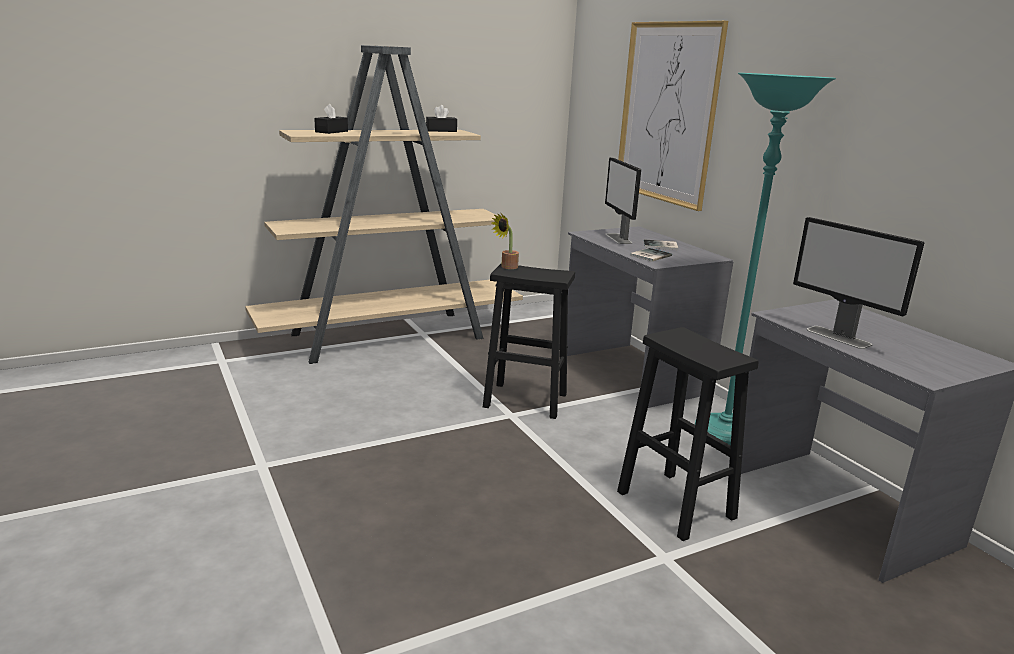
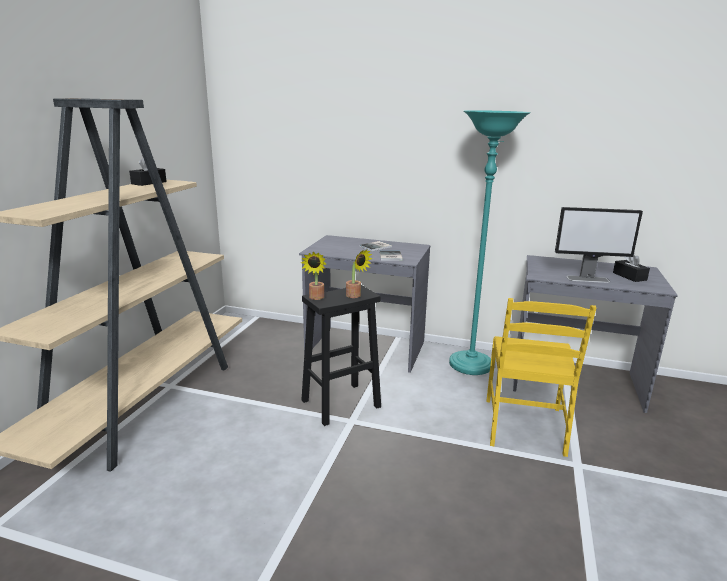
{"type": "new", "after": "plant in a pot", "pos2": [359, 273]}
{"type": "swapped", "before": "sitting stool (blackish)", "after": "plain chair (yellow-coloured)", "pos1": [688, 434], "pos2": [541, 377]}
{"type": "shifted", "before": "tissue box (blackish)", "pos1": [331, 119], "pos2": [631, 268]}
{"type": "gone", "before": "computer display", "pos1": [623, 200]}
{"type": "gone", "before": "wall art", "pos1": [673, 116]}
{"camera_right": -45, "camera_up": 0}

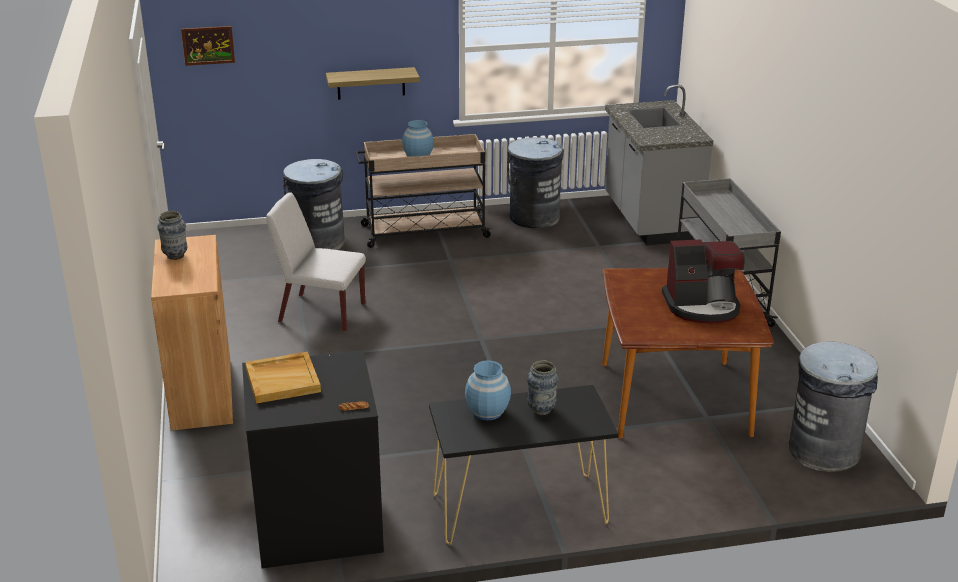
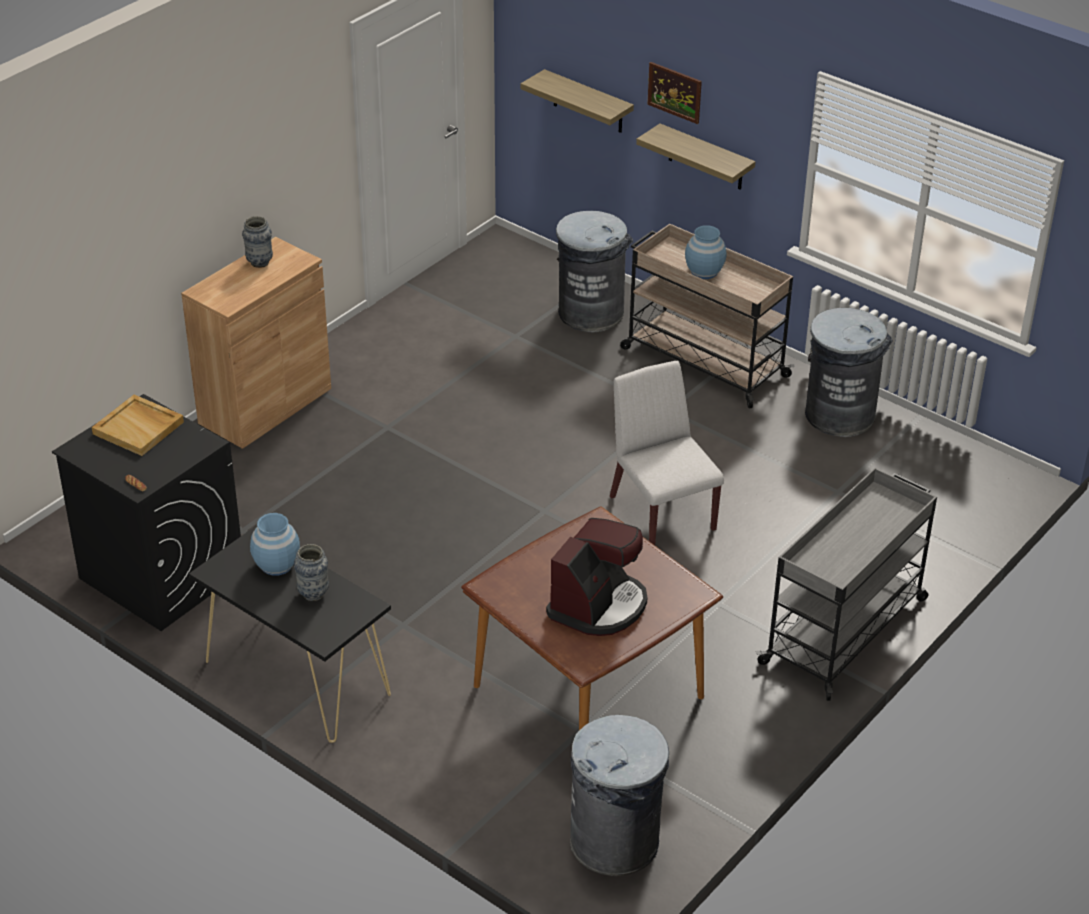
{"type": "new", "after": "bracket shelf", "pos2": [577, 101]}
{"type": "rotated", "before": "coffee maker", "pos1": [703, 282], "pos2": [596, 577], "turn": -105}
{"type": "shifted", "before": "plain chair (whitish)", "pos1": [316, 262], "pos2": [667, 453]}
{"type": "shifted", "before": "wall art", "pos1": [208, 46], "pos2": [674, 93]}
{"type": "gone", "before": "counter (gray)", "pos1": [659, 165]}
{"camera_right": 50, "camera_up": 10}

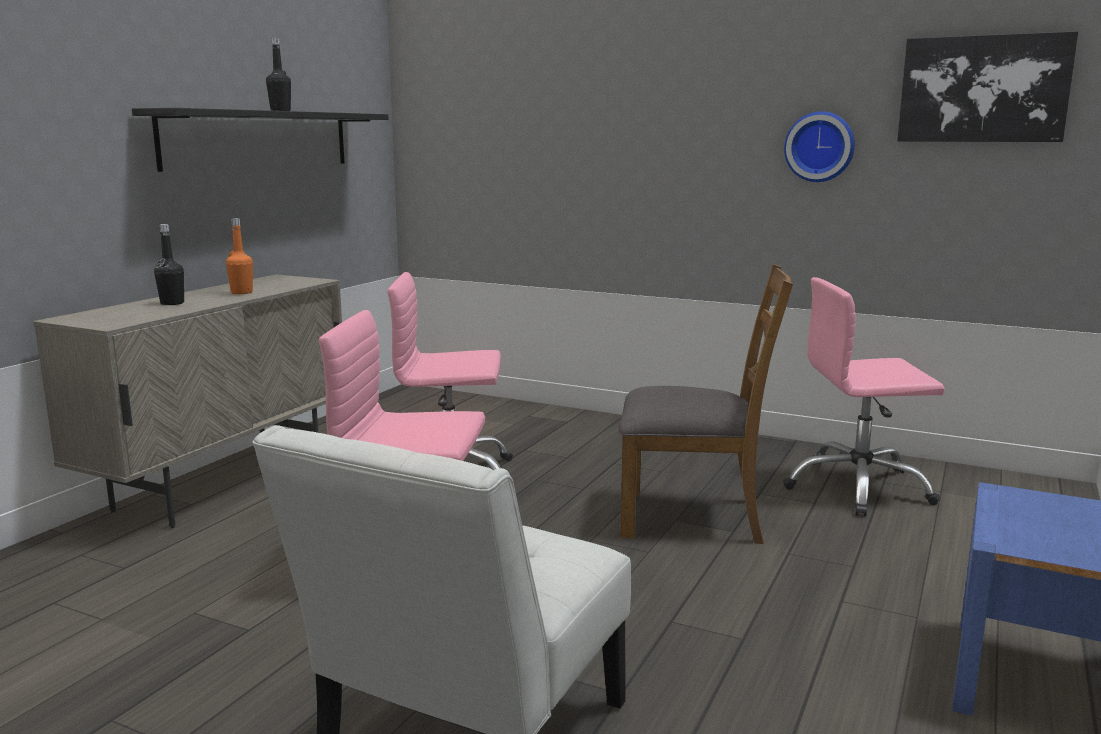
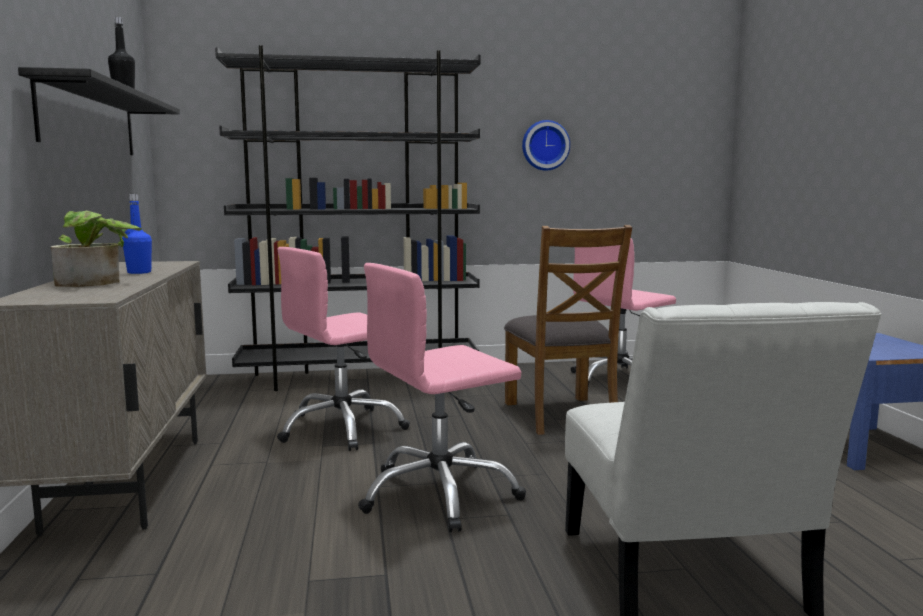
{"type": "swapped", "before": "bottle (blackish)", "after": "plant in a pot", "pos1": [169, 264], "pos2": [96, 249]}
{"type": "repainted", "before": "bottle (orange-coloured)", "after": "bottle (bluish)", "pos1": [239, 256], "pos2": [137, 234]}
{"type": "new", "after": "bookshelf (blackish)", "pos2": [347, 218]}
{"type": "rotated", "before": "plain chair (brown-coloured)", "pos1": [705, 404], "pos2": [568, 330], "turn": 105}
{"type": "gone", "before": "wall art", "pos1": [987, 86]}
{"camera_right": -35, "camera_up": -5}

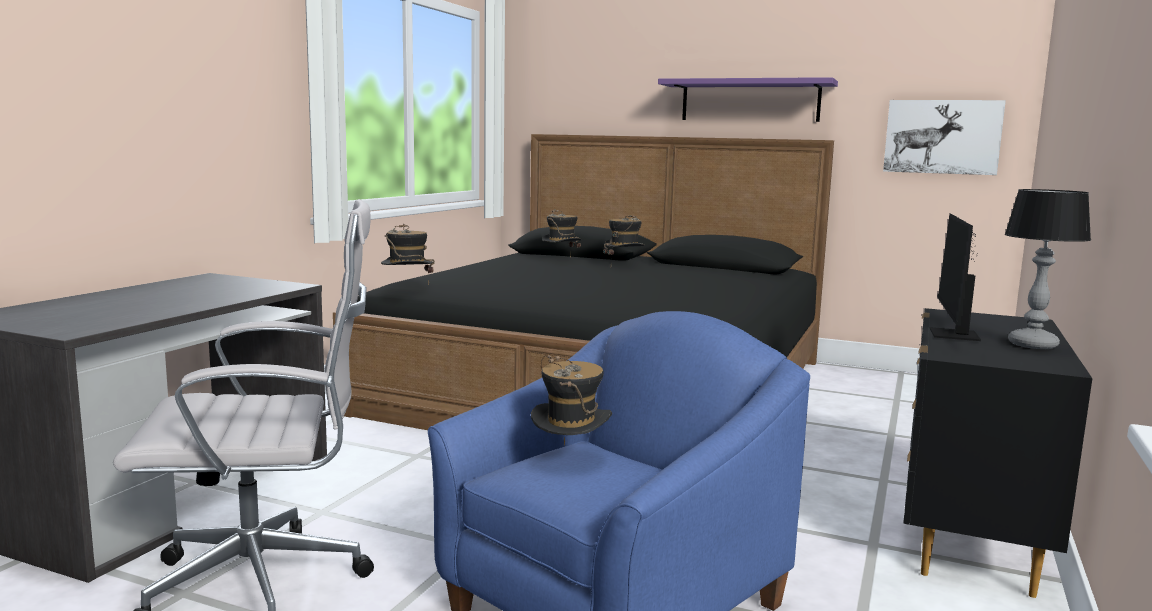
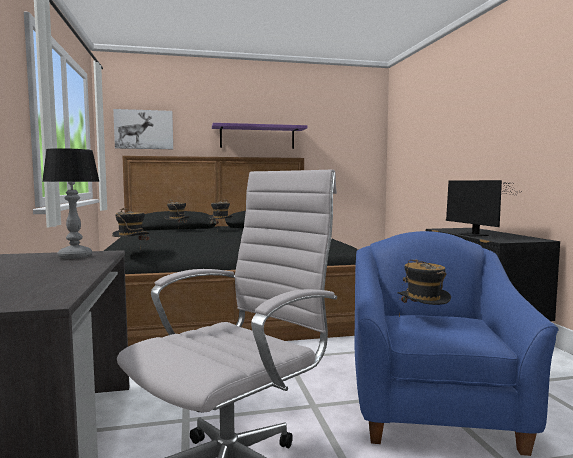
{"type": "shifted", "before": "tabletop lamp", "pos1": [1048, 269], "pos2": [71, 203]}
{"type": "shifted", "before": "wall art", "pos1": [944, 137], "pos2": [143, 129]}
{"camera_right": -35, "camera_up": -5}

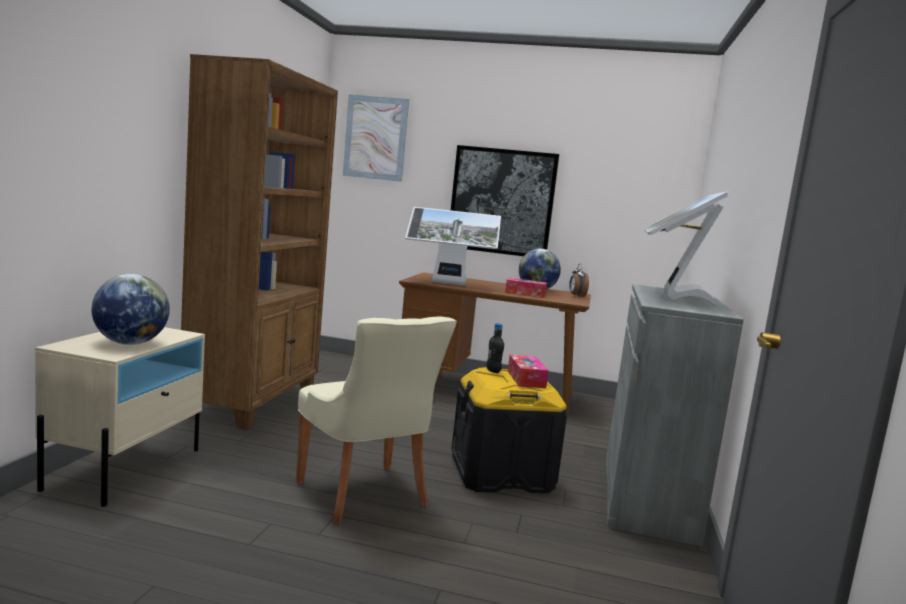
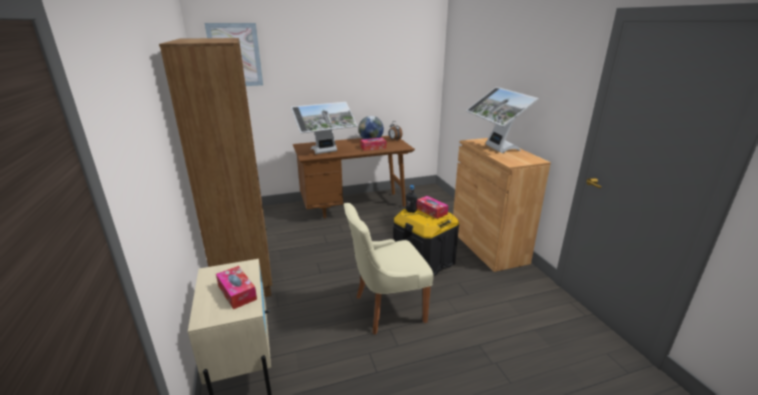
{"type": "swapped", "before": "desk globe", "after": "tissue box", "pos1": [131, 309], "pos2": [236, 287]}
{"type": "rotated", "before": "plain chair (beige-coloured)", "pos1": [376, 420], "pos2": [388, 269], "turn": 135}
{"type": "repainted", "before": "storage cabinet (gray)", "after": "storage cabinet (brown-coloured)", "pos1": [675, 415], "pos2": [502, 205]}
{"type": "gone", "before": "wall art", "pos1": [505, 200]}
{"camera_right": -30, "camera_up": 15}

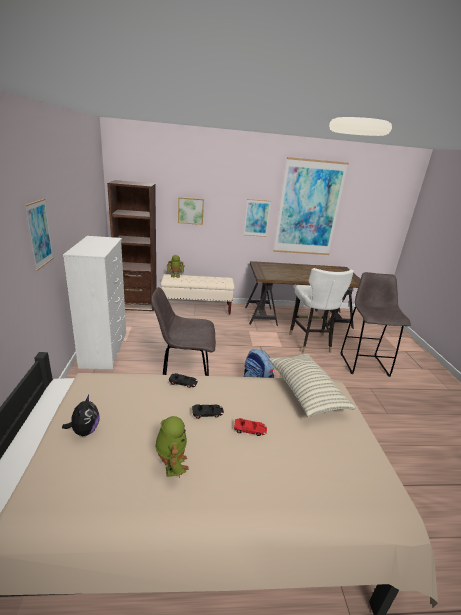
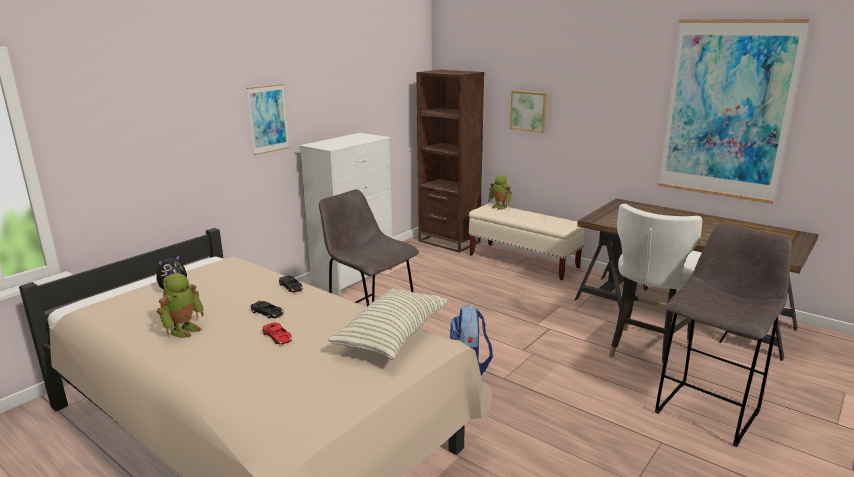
{"type": "gone", "before": "wall art", "pos1": [257, 218]}
{"camera_right": 45, "camera_up": -5}

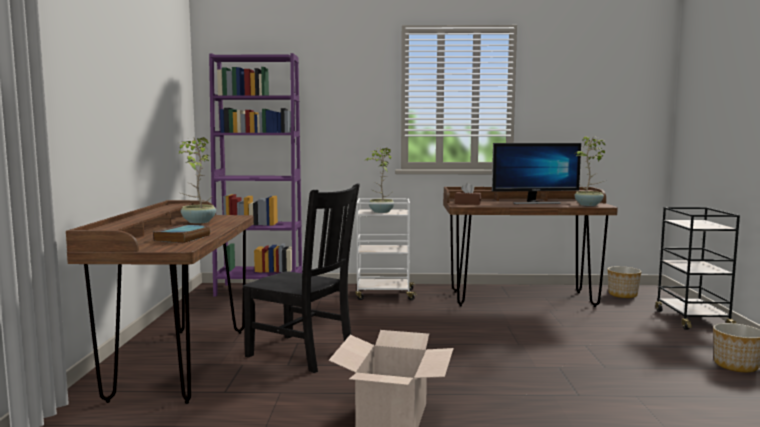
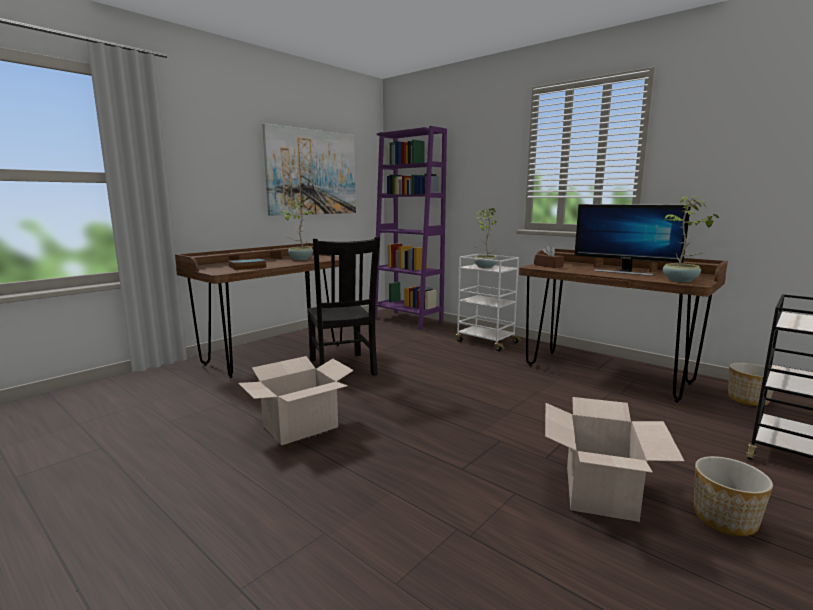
{"type": "new", "after": "wall art", "pos2": [309, 169]}
{"type": "new", "after": "carton", "pos2": [615, 459]}
{"camera_right": 40, "camera_up": 5}

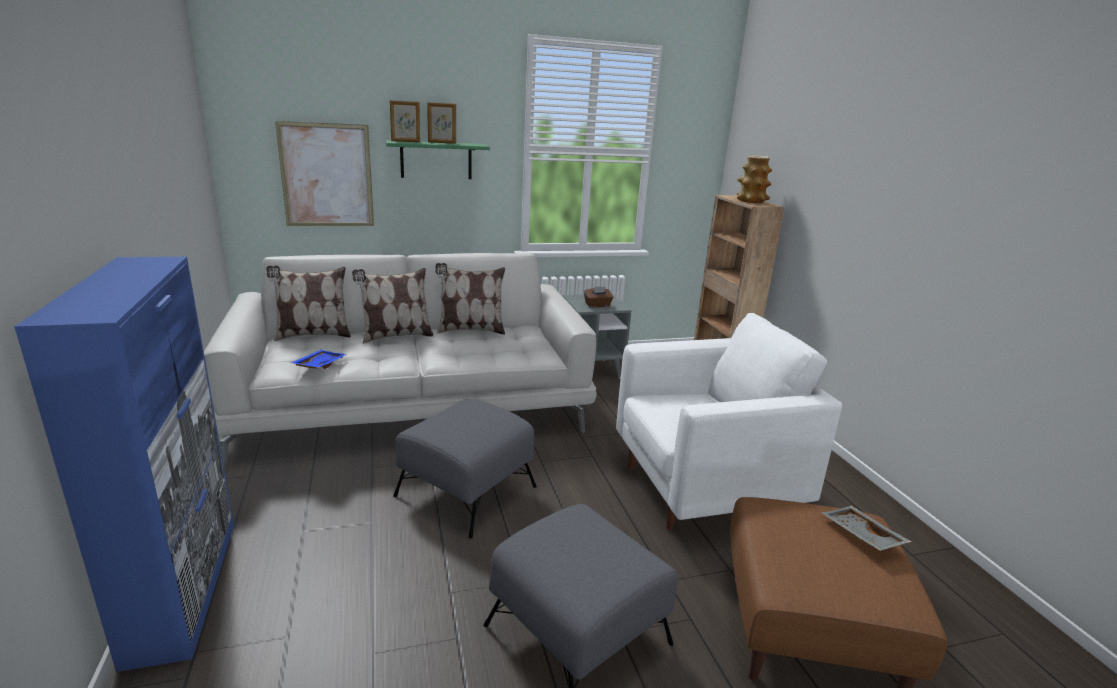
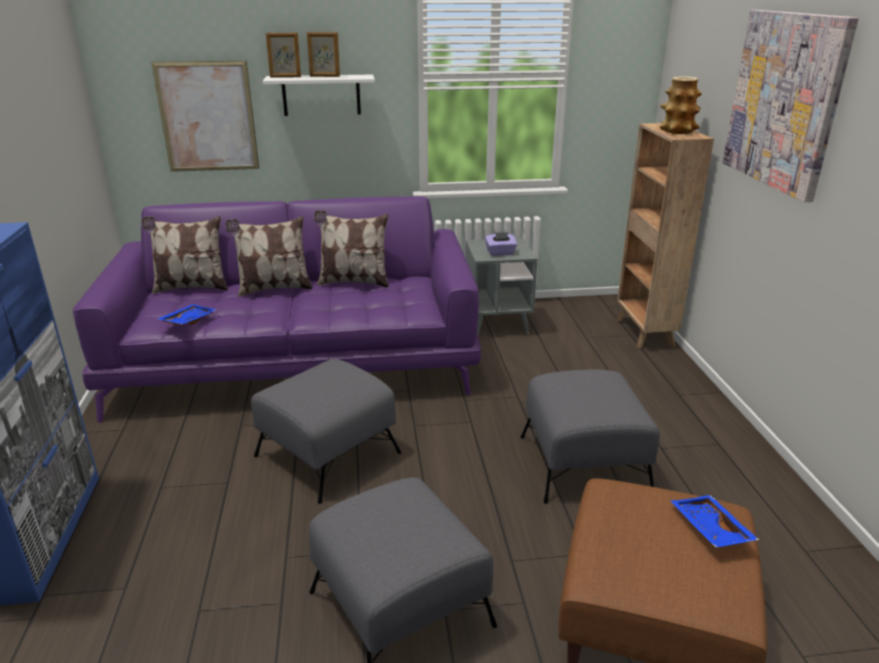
{"type": "repainted", "before": "couch (whitish)", "after": "couch (purplish)", "pos1": [400, 361], "pos2": [277, 310]}
{"type": "repainted", "before": "bracket shelf (green-coloured)", "after": "bracket shelf (whitish)", "pos1": [438, 159], "pos2": [319, 95]}
{"type": "repainted", "before": "tissue box (brown-coloured)", "after": "tissue box (purplish)", "pos1": [598, 297], "pos2": [501, 244]}
{"type": "swapped", "before": "armchair (whitish)", "after": "footrest (gray)", "pos1": [729, 421], "pos2": [590, 437]}
{"type": "repainted", "before": "serving tray (gray)", "after": "serving tray (bluish)", "pos1": [866, 528], "pos2": [715, 521]}
{"type": "new", "after": "wall art", "pos2": [791, 106]}
{"camera_right": 10, "camera_up": 5}

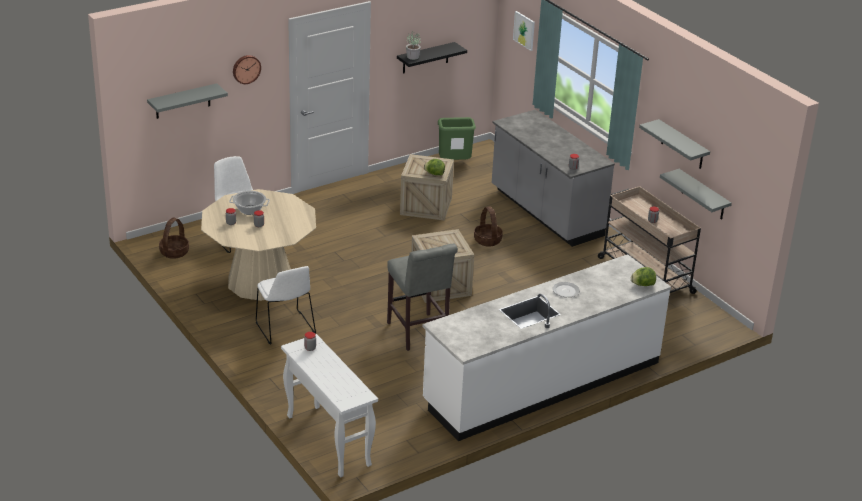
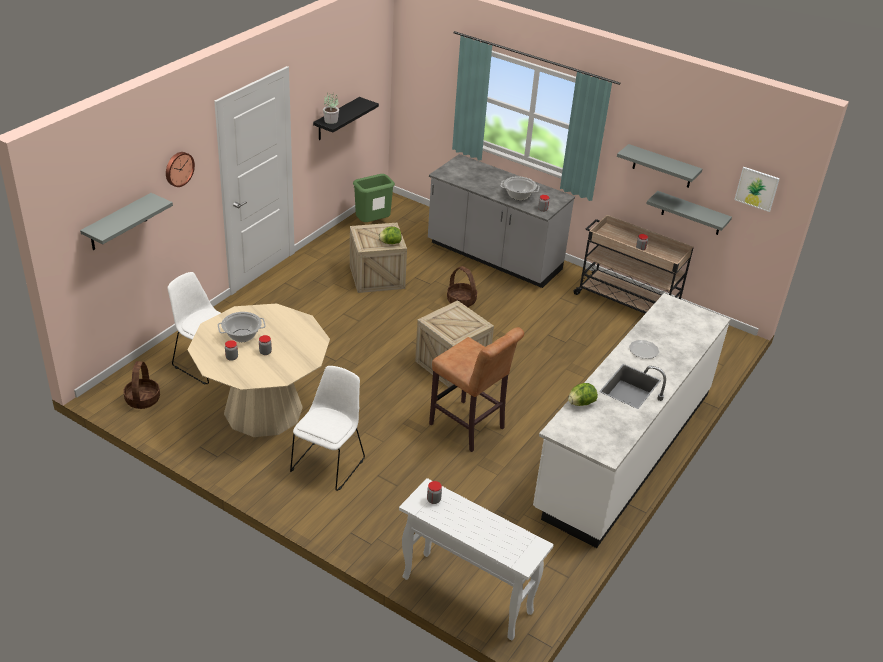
{"type": "rotated", "before": "plain chair (whitish)", "pos1": [286, 305], "pos2": [327, 428], "turn": -105}
{"type": "repainted", "before": "sitting stool (gray)", "after": "sitting stool (brown-coloured)", "pos1": [422, 297], "pos2": [476, 389]}
{"type": "new", "after": "saucepot", "pos2": [520, 188]}
{"type": "shifted", "before": "lettuce head", "pos1": [643, 276], "pos2": [583, 394]}
{"type": "shifted", "before": "wall art", "pos1": [524, 31], "pos2": [757, 189]}
{"camera_right": -25, "camera_up": 5}

